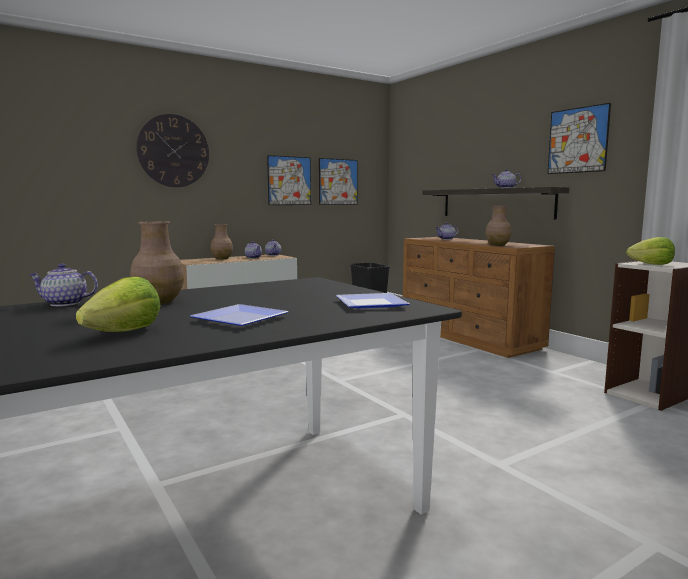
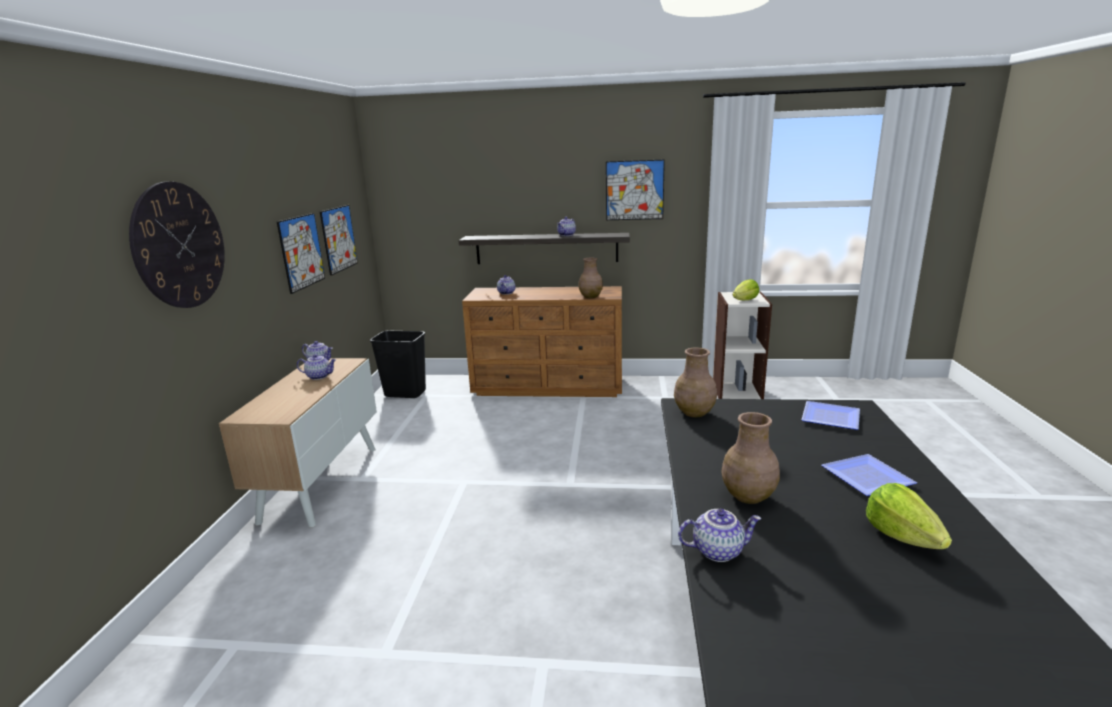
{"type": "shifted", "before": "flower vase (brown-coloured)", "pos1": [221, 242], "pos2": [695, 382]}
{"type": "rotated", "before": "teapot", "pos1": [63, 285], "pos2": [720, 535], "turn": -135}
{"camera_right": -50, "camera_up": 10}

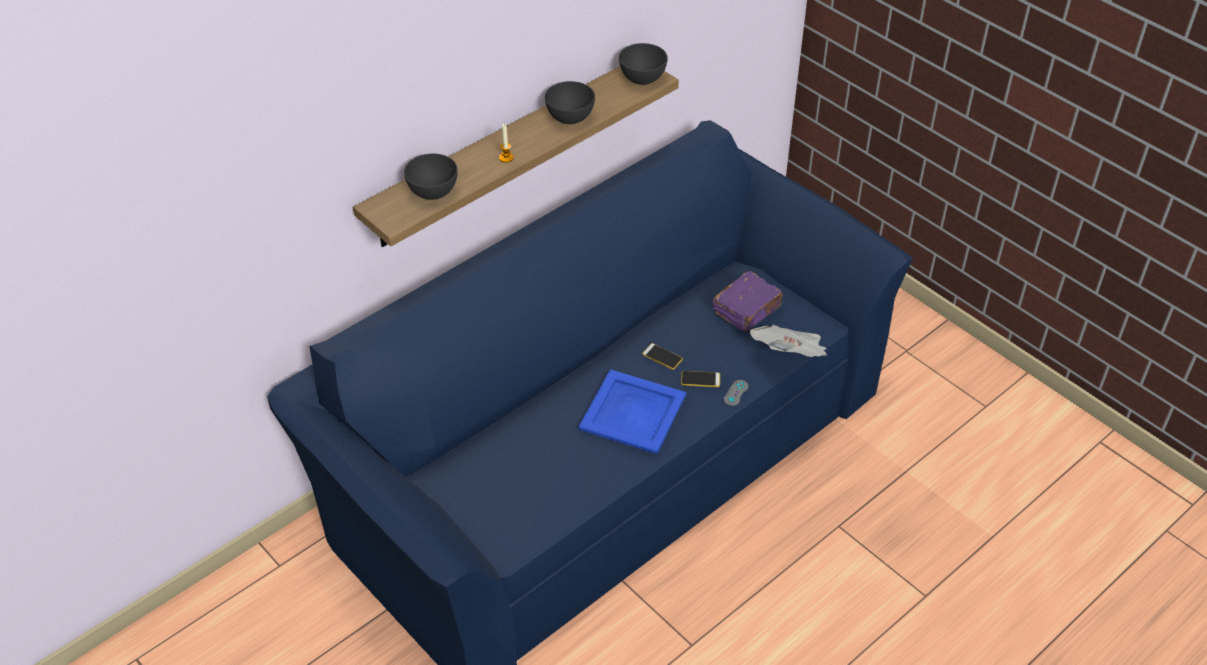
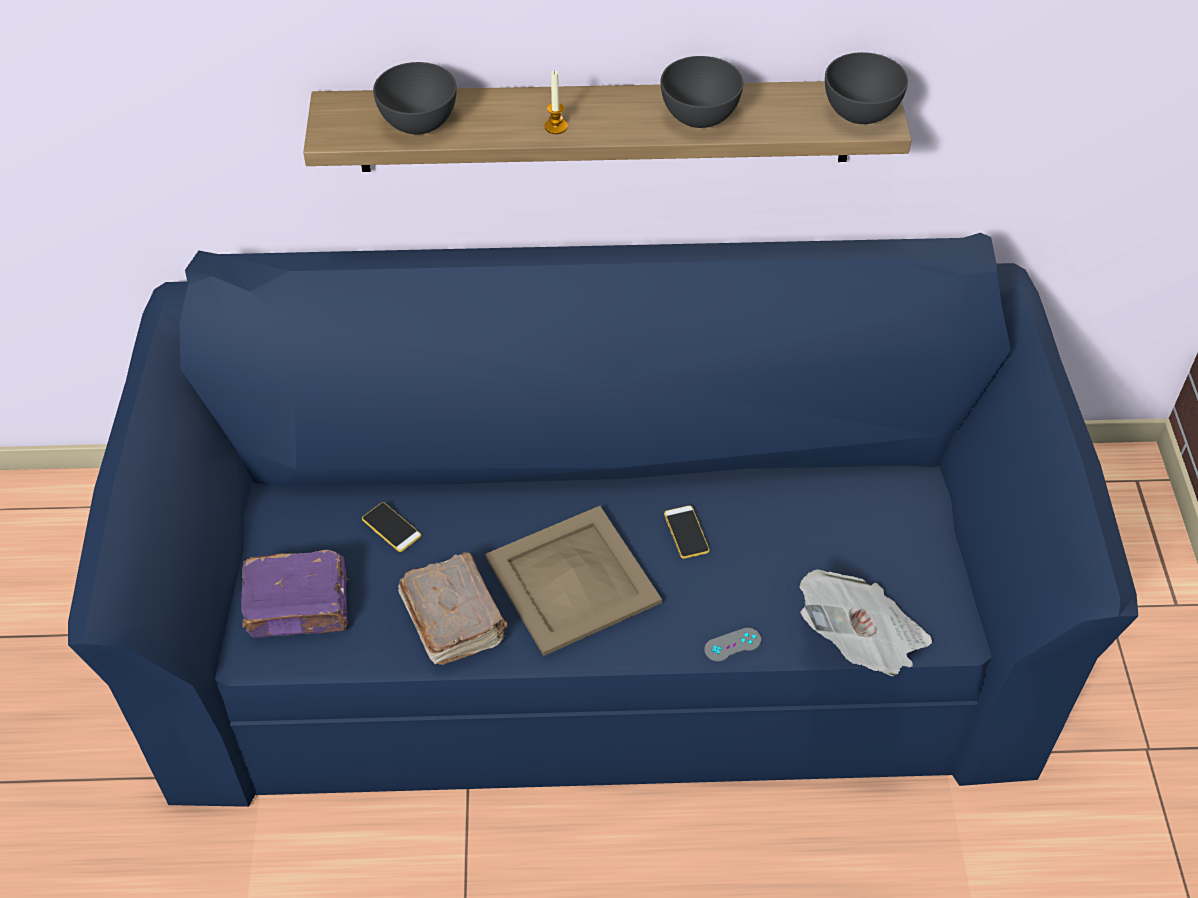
{"type": "shifted", "before": "bound book (purplish)", "pos1": [747, 301], "pos2": [295, 594]}
{"type": "shifted", "before": "telephone", "pos1": [700, 379], "pos2": [391, 527]}
{"type": "new", "after": "bound book (brown-coloured)", "pos2": [453, 608]}
{"type": "repainted", "before": "serving tray (bluish)", "after": "serving tray (beige-coloured)", "pos1": [632, 411], "pos2": [573, 581]}
{"camera_right": 40, "camera_up": 5}

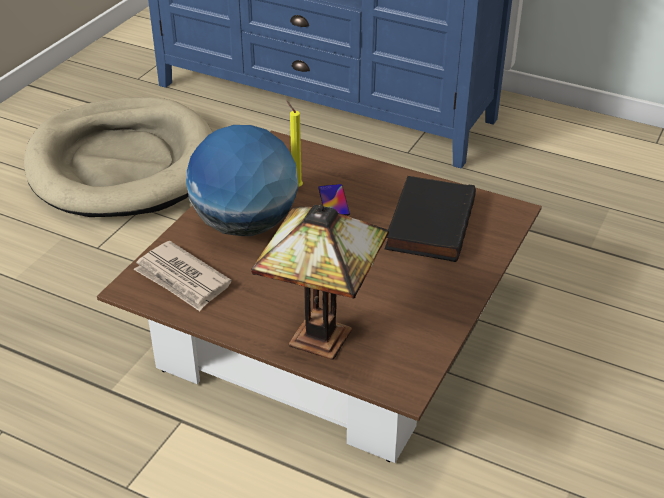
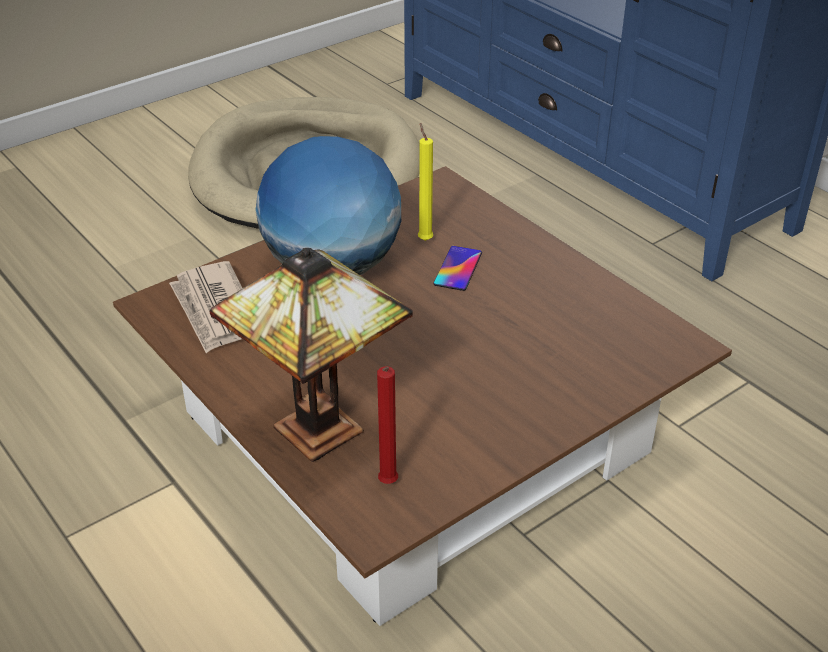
{"type": "new", "after": "wax candle (red)", "pos2": [387, 425]}
{"type": "gone", "before": "bound book (blackish)", "pos1": [430, 219]}
{"camera_right": 25, "camera_up": 0}

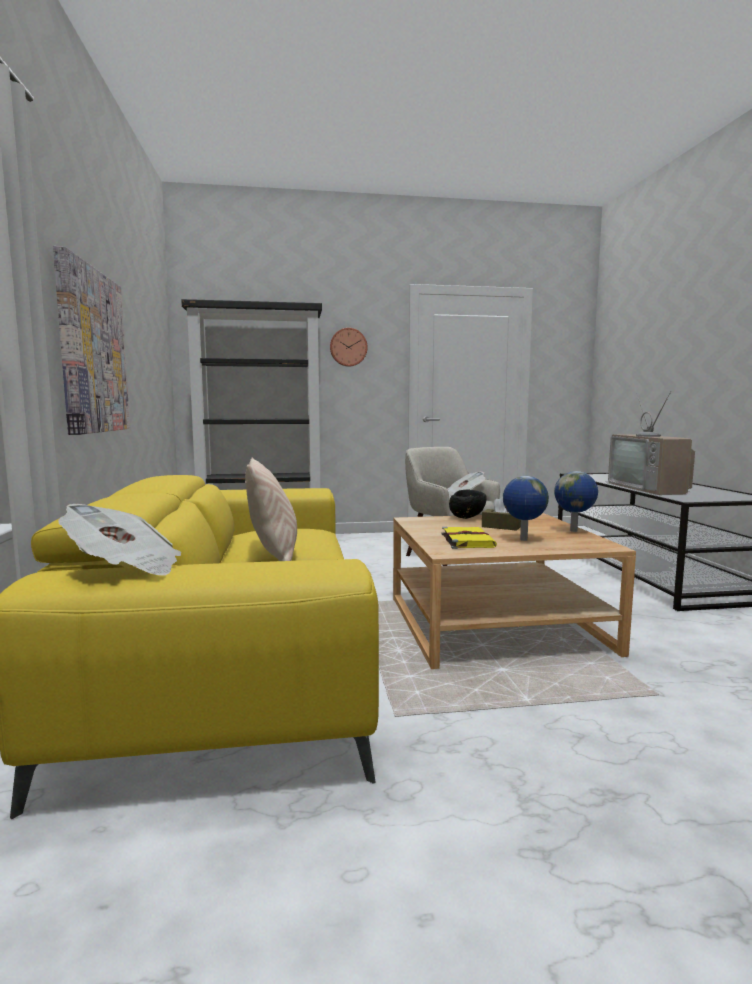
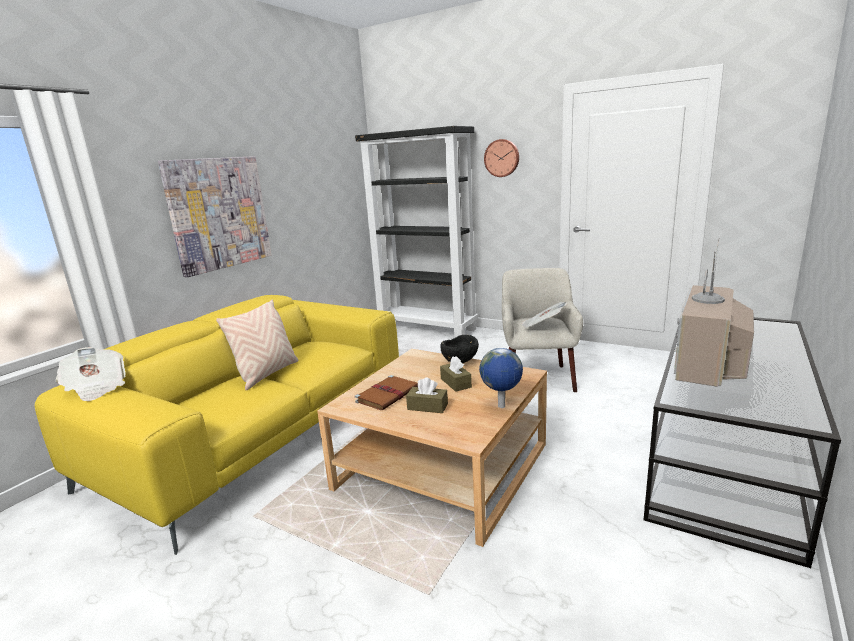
{"type": "repainted", "before": "bound book (yellow-coloured)", "after": "bound book (brown-coloured)", "pos1": [469, 538], "pos2": [386, 392]}
{"type": "swapped", "before": "desk globe", "after": "tissue box (brown-coloured)", "pos1": [526, 508], "pos2": [427, 395]}
{"camera_right": 40, "camera_up": 10}

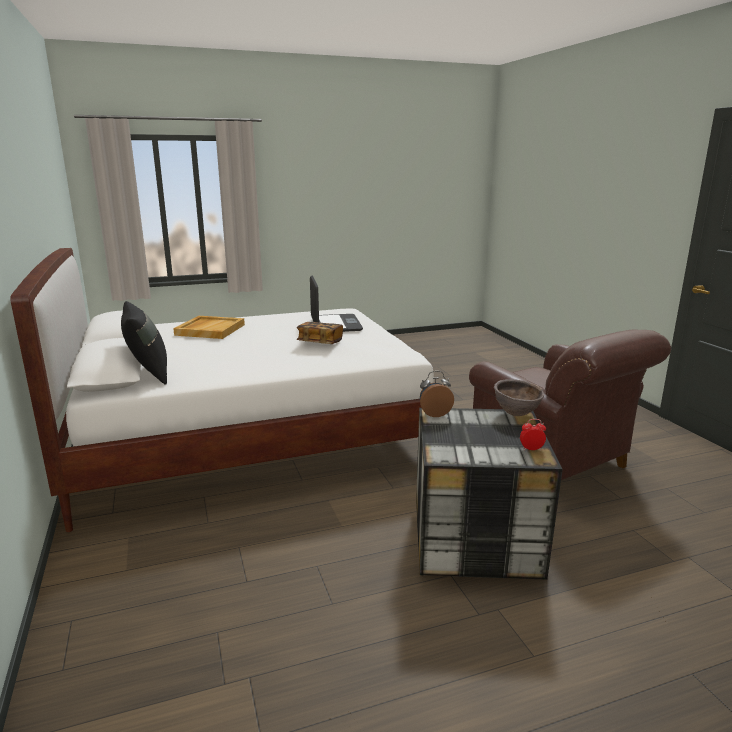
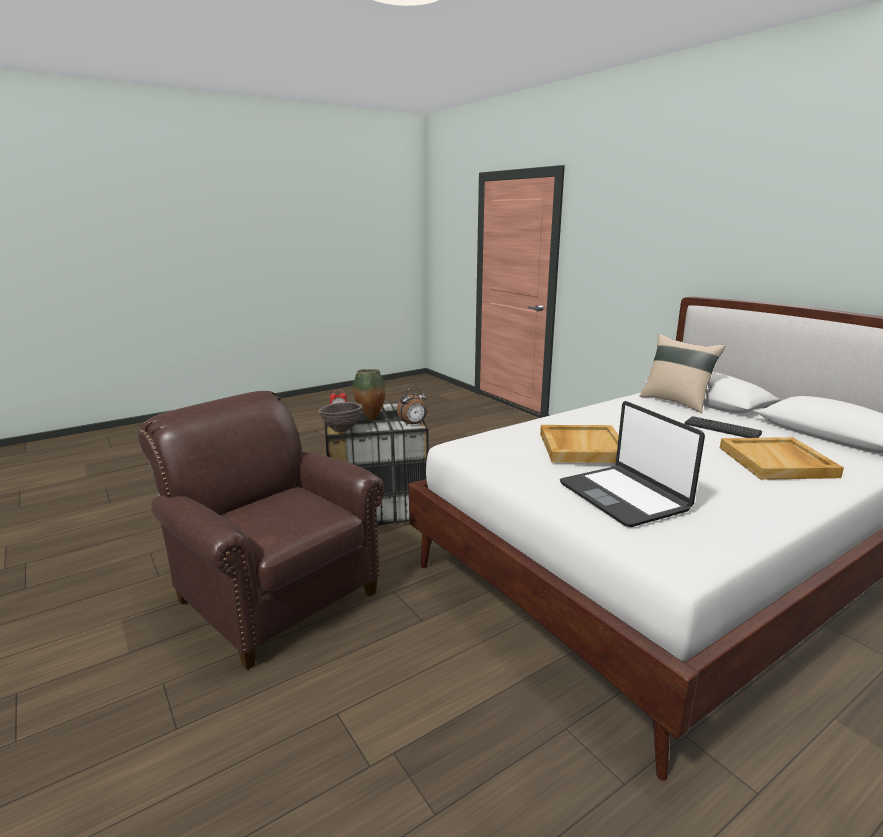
{"type": "new", "after": "flower vase", "pos2": [369, 394]}
{"type": "swapped", "before": "bound book", "after": "serving tray (beige-coloured)", "pos1": [319, 333], "pos2": [579, 444]}
{"type": "repainted", "before": "throw pillow (blackish)", "after": "throw pillow (beige-coloured)", "pos1": [144, 343], "pos2": [682, 373]}
{"type": "new", "after": "keyboard", "pos2": [723, 427]}
{"camera_right": 165, "camera_up": 0}

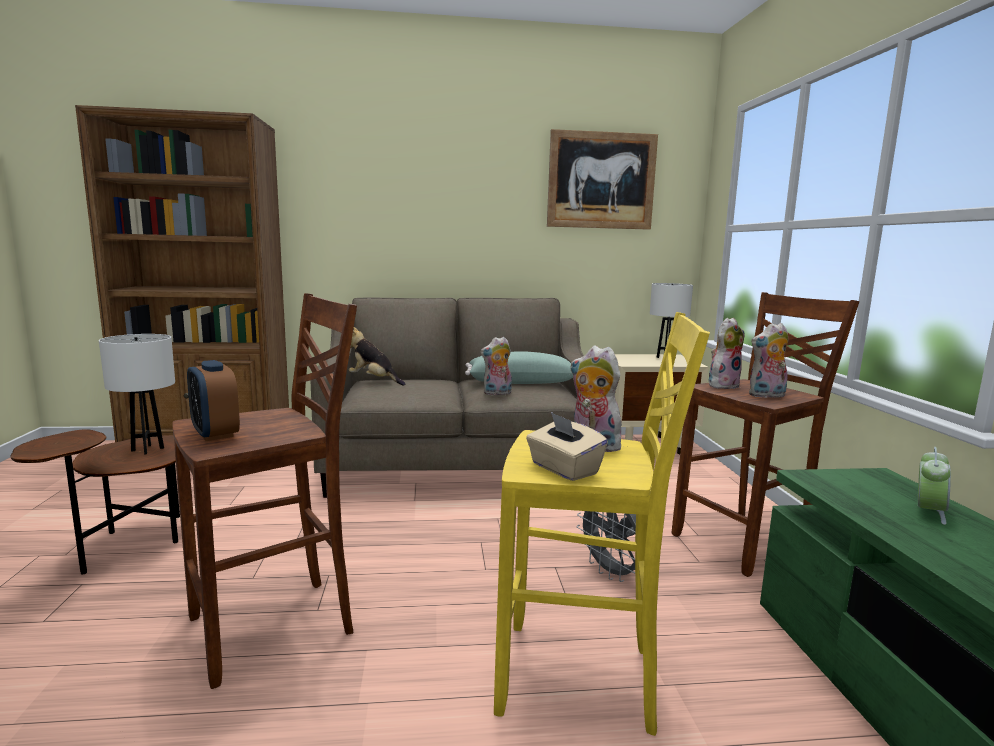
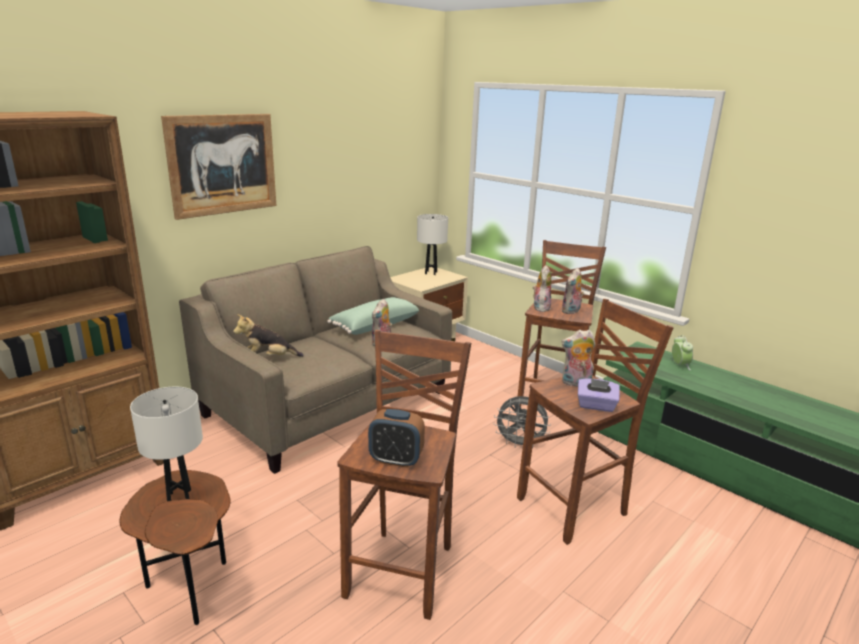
{"type": "shifted", "before": "wall art", "pos1": [602, 179], "pos2": [219, 167]}
{"type": "repainted", "before": "sitting stool (yellow-coloured)", "after": "sitting stool (brown-coloured)", "pos1": [602, 524], "pos2": [595, 422]}
{"type": "repainted", "before": "tissue box (beige-coloured)", "after": "tissue box (purplish)", "pos1": [567, 446], "pos2": [599, 395]}
{"camera_right": -40, "camera_up": 10}

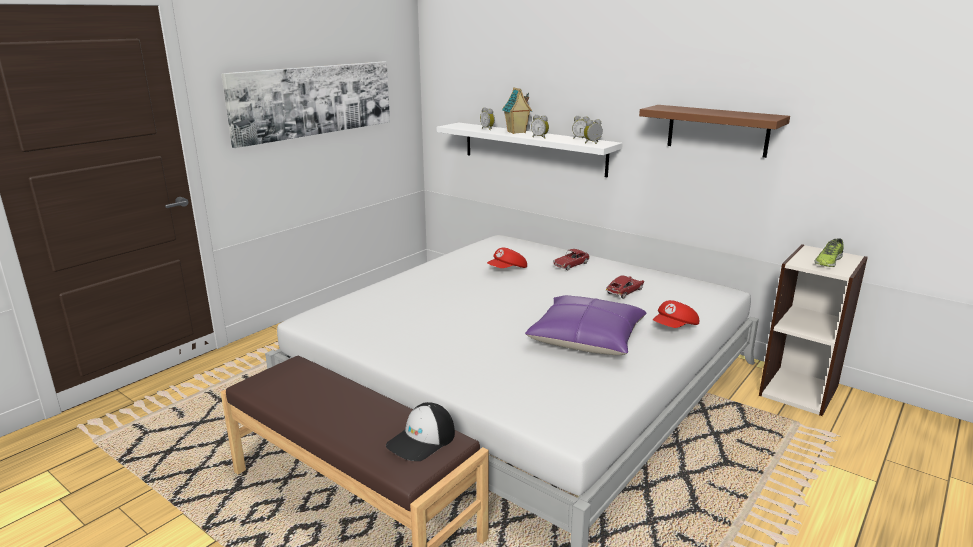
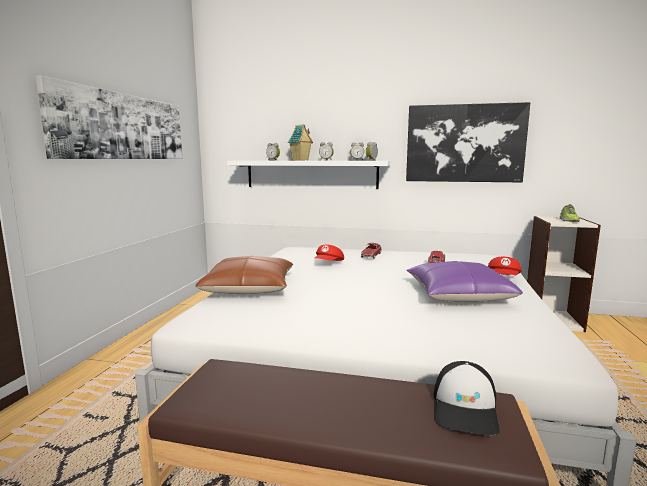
{"type": "new", "after": "throw pillow (brown-coloured)", "pos2": [244, 275]}
{"type": "swapped", "before": "bracket shelf (brown-coloured)", "after": "wall art", "pos1": [714, 131], "pos2": [468, 142]}
{"camera_right": -25, "camera_up": -10}

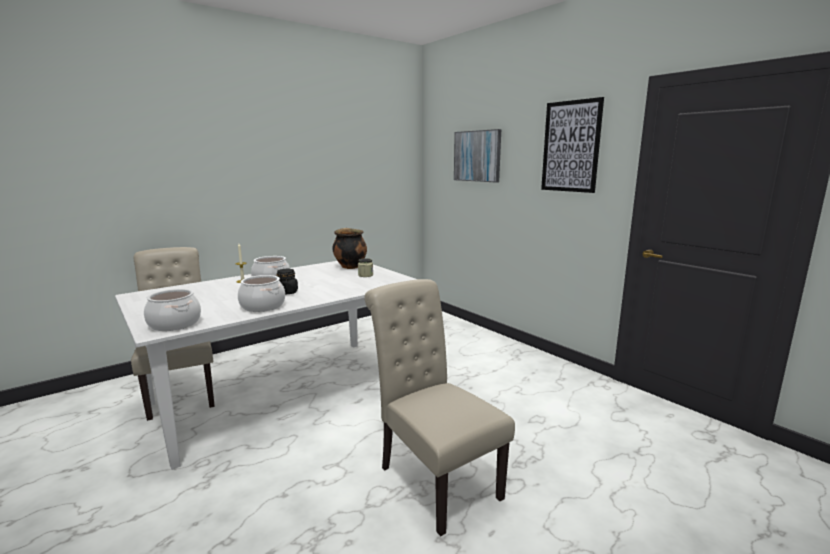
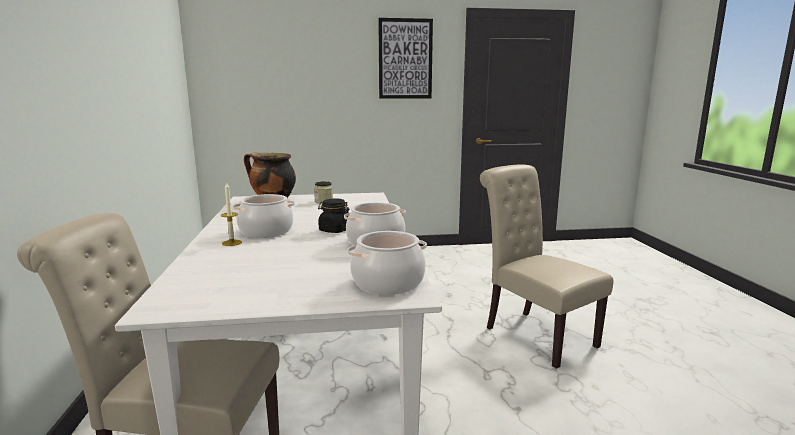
{"type": "rotated", "before": "plain chair (beige-coloured)", "pos1": [440, 407], "pos2": [547, 266], "turn": 60}
{"type": "gone", "before": "wall art", "pos1": [477, 156]}
{"camera_right": -60, "camera_up": 0}

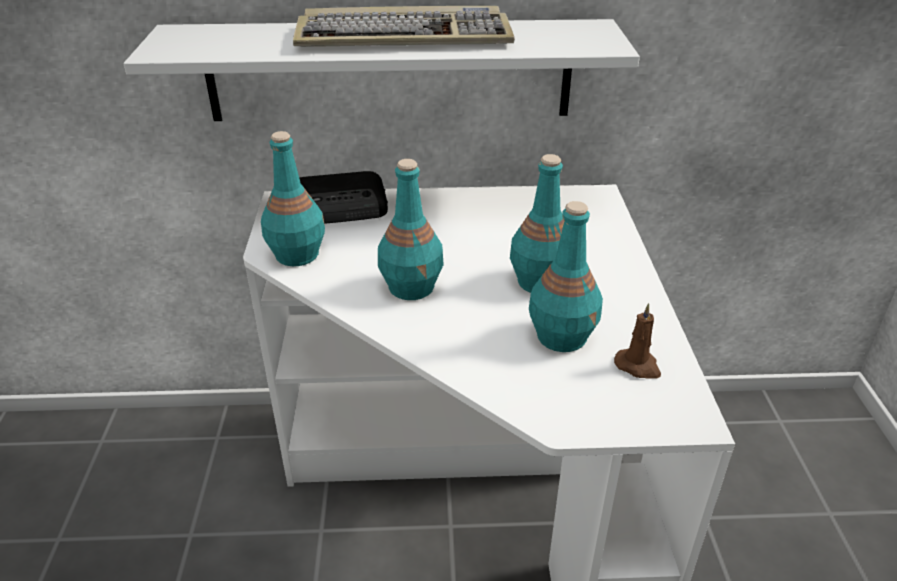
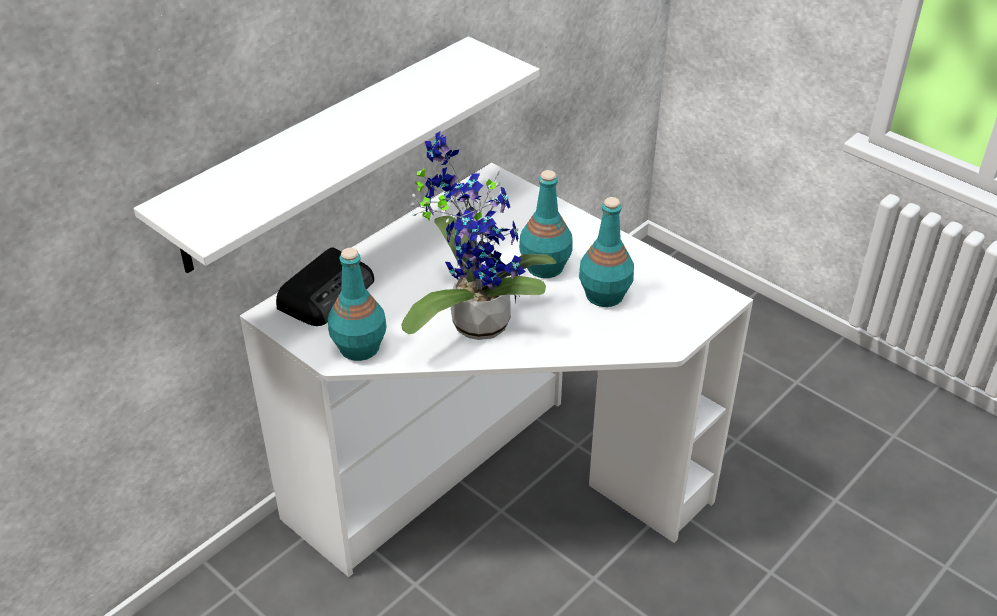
{"type": "swapped", "before": "bottle (turquoise-coloured)", "after": "plant in a pot", "pos1": [411, 229], "pos2": [478, 236]}
{"type": "gone", "before": "keyboard", "pos1": [404, 26]}
{"type": "gone", "before": "wax candle (brown-coloured)", "pos1": [637, 341]}
{"camera_right": -45, "camera_up": 5}

